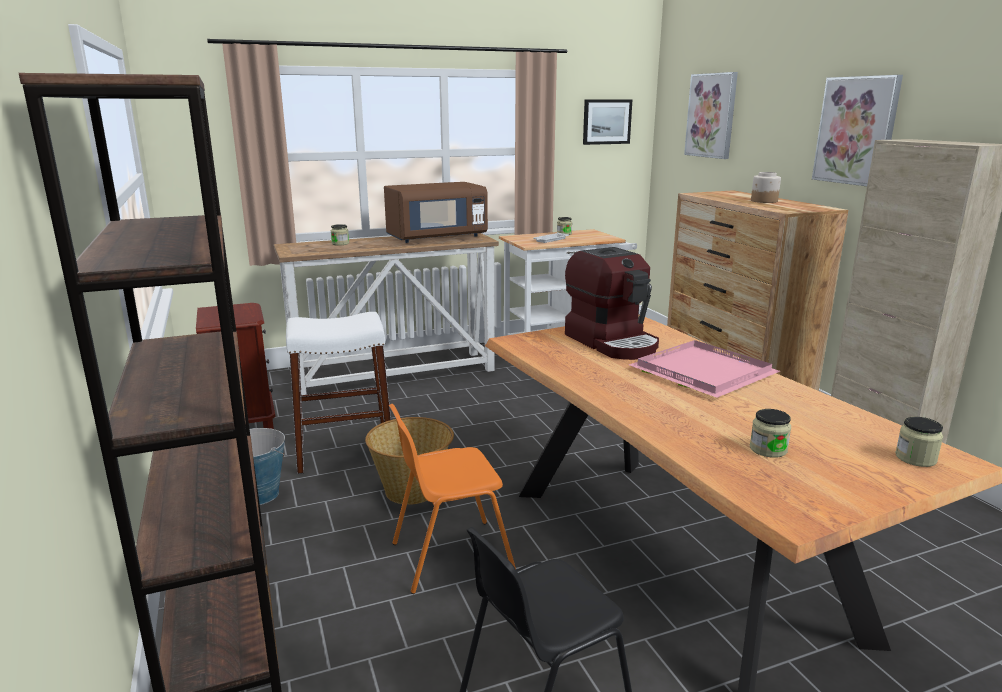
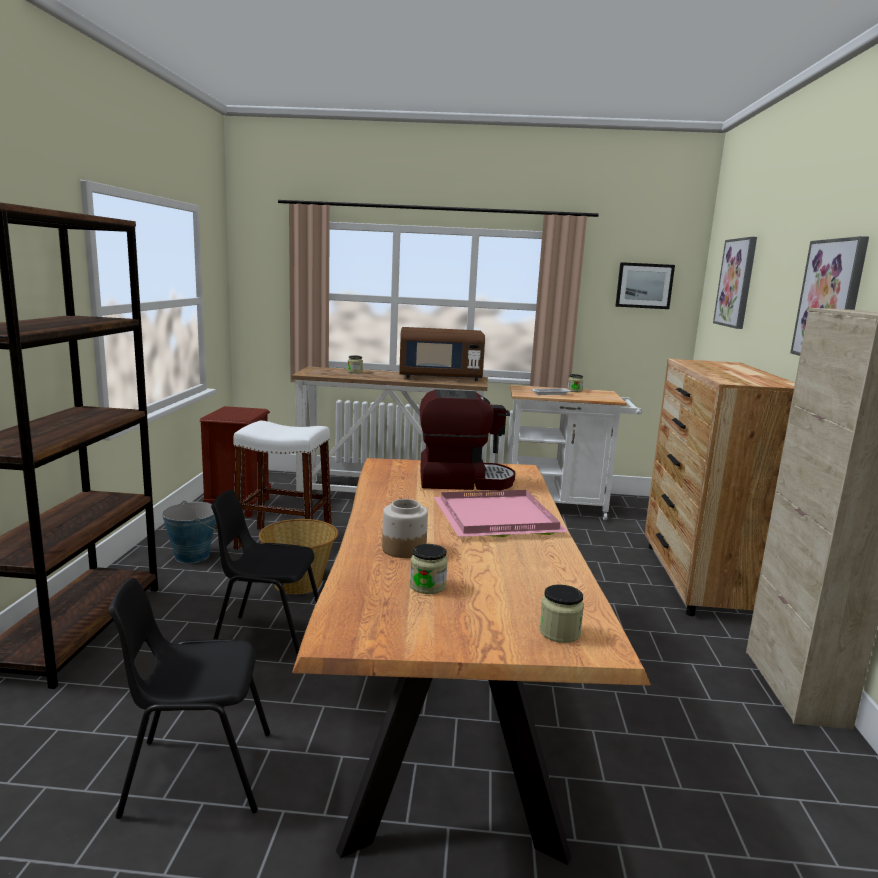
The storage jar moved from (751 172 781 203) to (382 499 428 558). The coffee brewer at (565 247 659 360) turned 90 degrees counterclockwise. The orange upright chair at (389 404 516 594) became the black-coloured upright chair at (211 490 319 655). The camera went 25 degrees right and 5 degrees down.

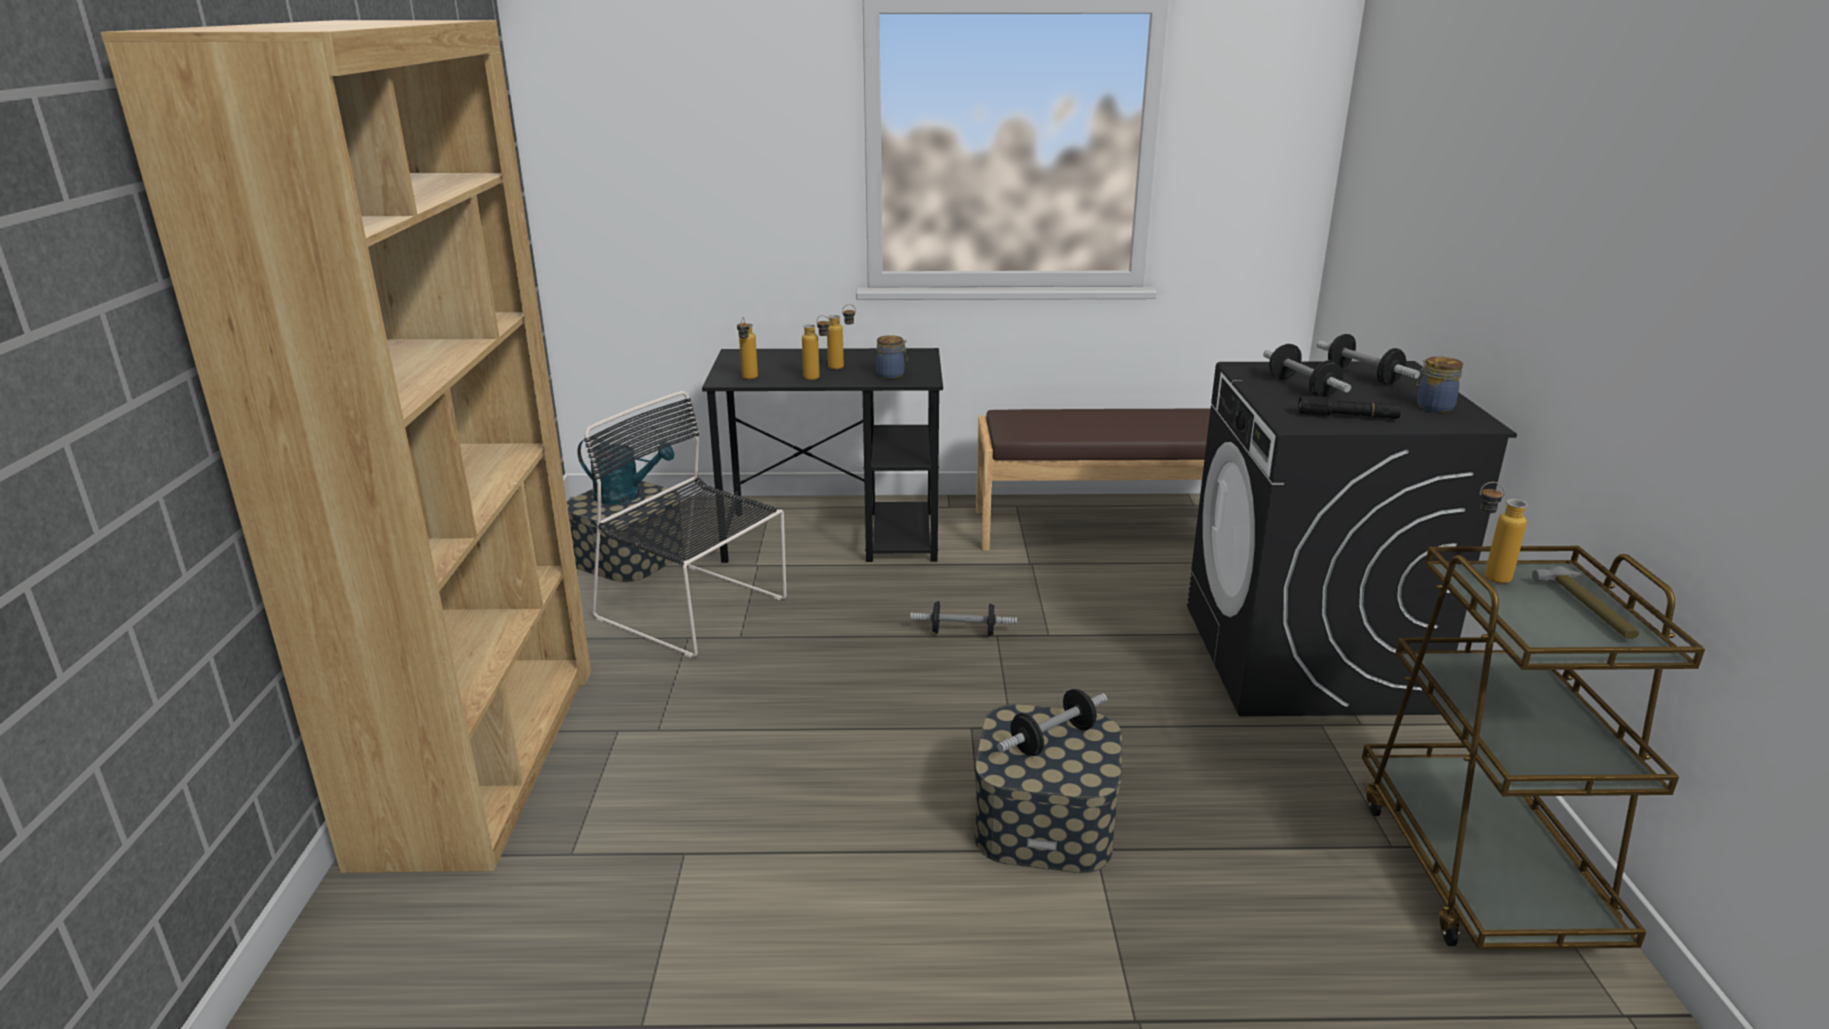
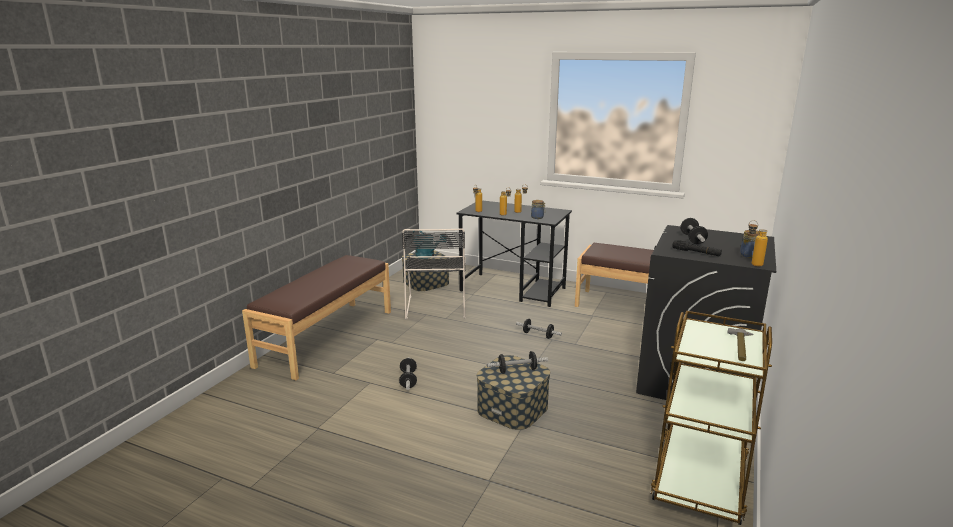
The brown shelving unit at (100 20 591 873) was replaced by the brown long seat at (242 255 391 380). The free weight moved from (1317 334 1420 385) to (399 357 417 390). The black-coloured upright chair at (584 391 787 658) turned 150 degrees counterclockwise. The drink bottle moved from (1480 482 1528 583) to (749 220 768 266). The camera went 25 degrees right and 5 degrees down.

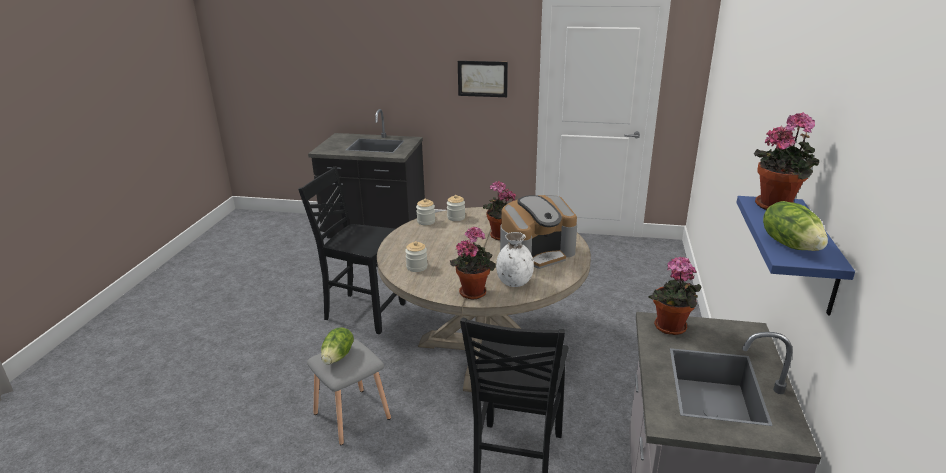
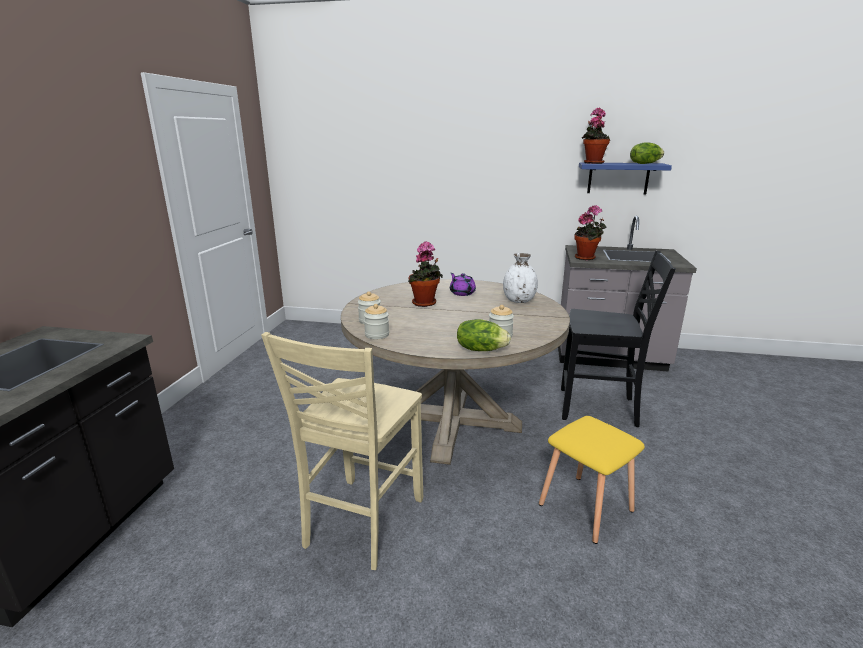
The wall picture at (458 61 508 97) disappeared. The black-coloured upright chair at (298 167 406 334) became the beige upright chair at (261 332 423 570). The coffee brewer at (500 195 577 269) was replaced by the purple-coloured pot for tea at (450 273 476 296). The plant in a pot at (450 226 496 299) disappeared. The head of lettuce moved from (321 327 354 364) to (457 319 511 351). The grey stool seat at (307 339 391 445) became the yellow-coloured stool seat at (539 416 645 544). The camera went 90 degrees left and 5 degrees down.

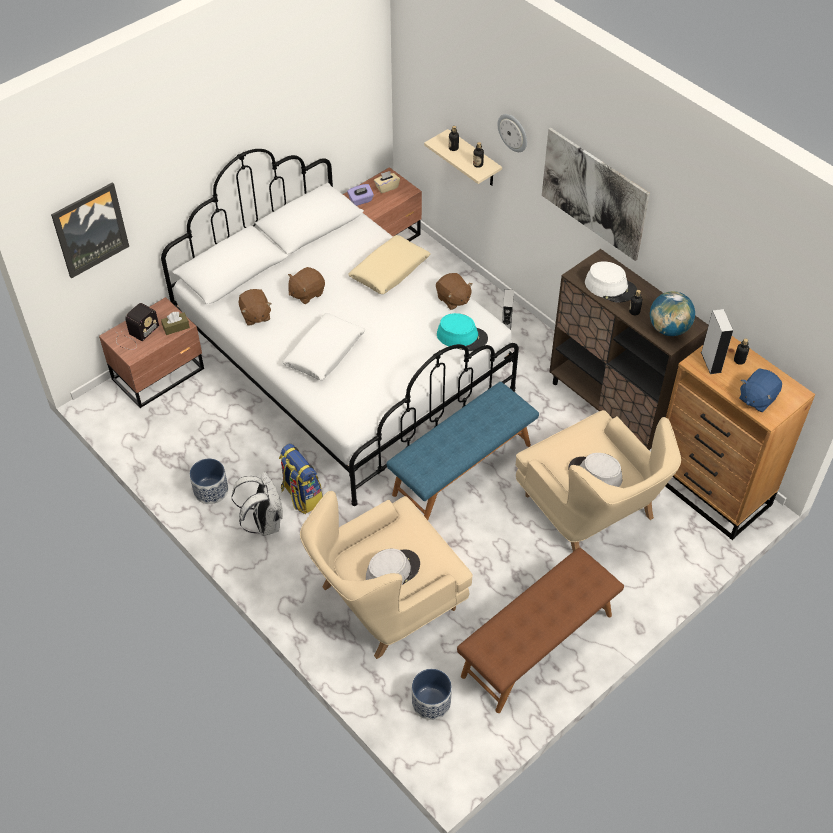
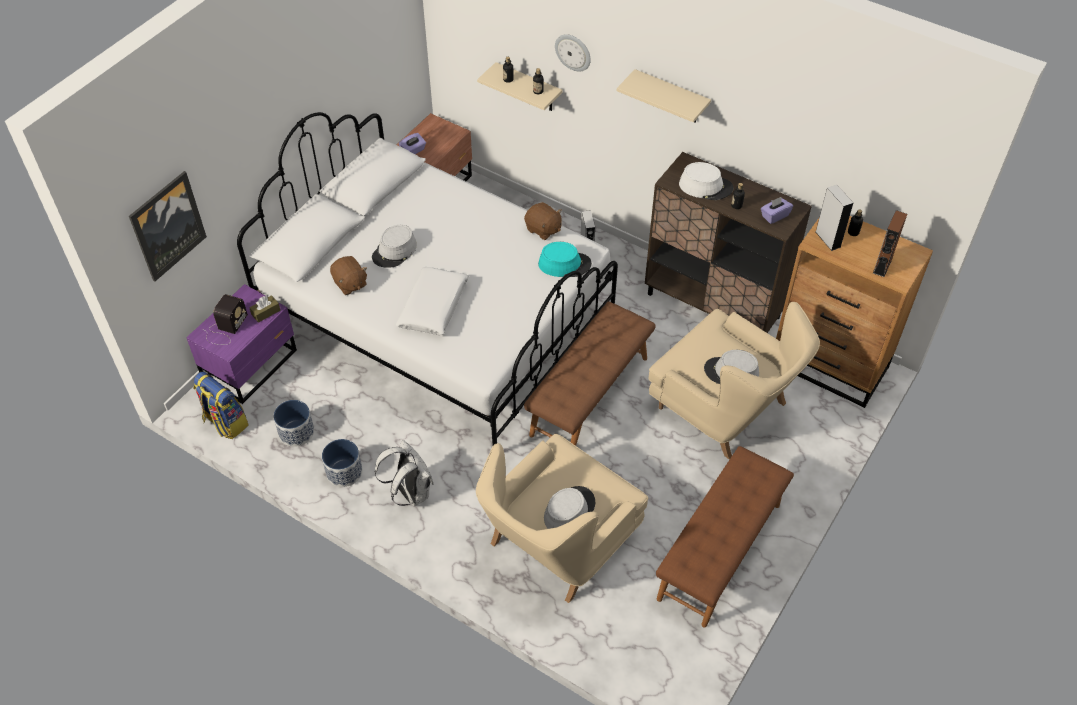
The wall picture at (542 128 650 261) was replaced by the beige wall shelf at (617 69 711 123). The beige tissue holder at (374 171 400 193) disappeared. The beige cushion at (348 235 431 294) disappeared. The brown soft toy at (288 267 325 304) was replaced by the grey clothing hat at (372 225 417 268). The globe at (650 291 695 336) was replaced by the purple-coloured tissue holder at (761 196 793 224). The brown night table at (99 297 204 408) became the purple-coloured night table at (186 284 297 404). The bluish soft toy at (739 369 782 412) was replaced by the brown speaker at (873 210 907 277). The bluish long seat at (387 382 539 520) became the brown long seat at (524 302 656 446). The rucksack moved from (279 443 323 514) to (193 372 249 439). The planter moved from (412 669 452 720) to (273 400 314 447). The camera went 15 degrees left and 0 degrees up.

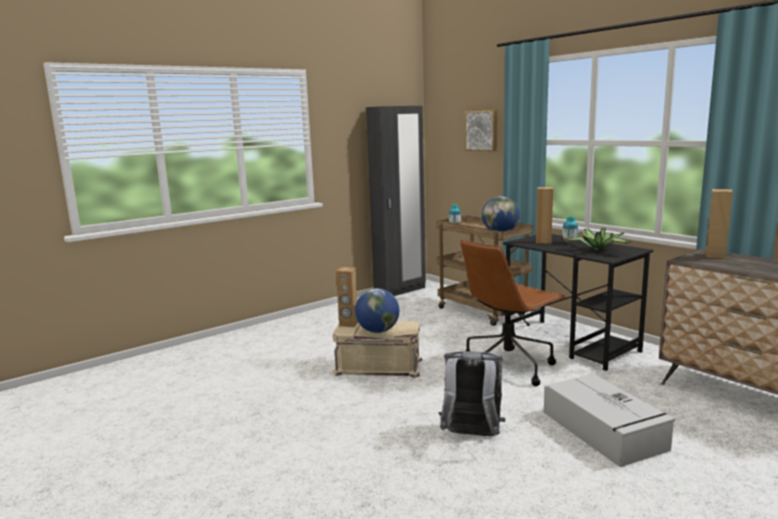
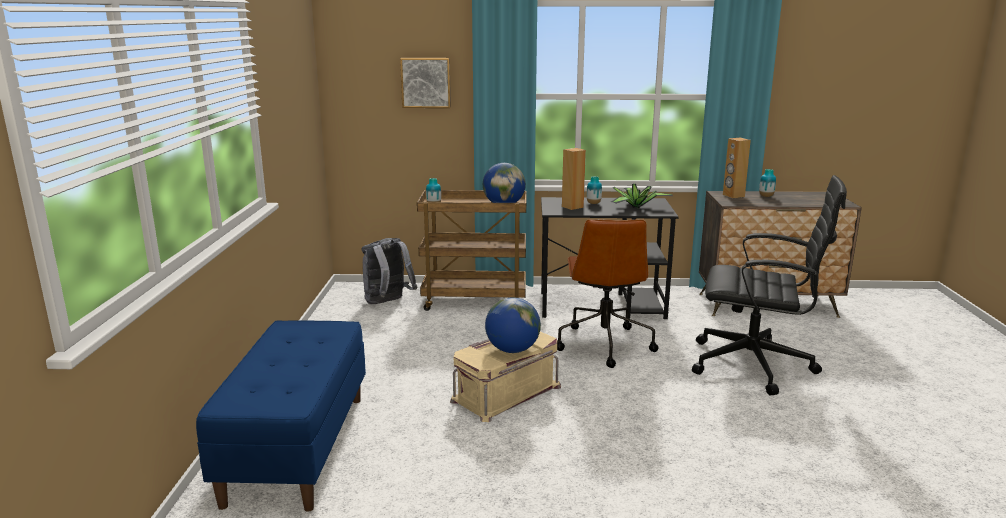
The black-coloured armoire at (366 106 426 296) disappeared. The brown speaker at (336 267 358 327) disappeared. The grey rucksack moved from (438 351 505 436) to (362 238 418 304). The grey storage container at (544 374 675 467) was replaced by the black-coloured computer chair at (692 175 847 396). The decorative vase at (759 169 776 197) appeared. The bluish long seat at (196 320 366 512) appeared. The camera went 50 degrees left and 5 degrees up.

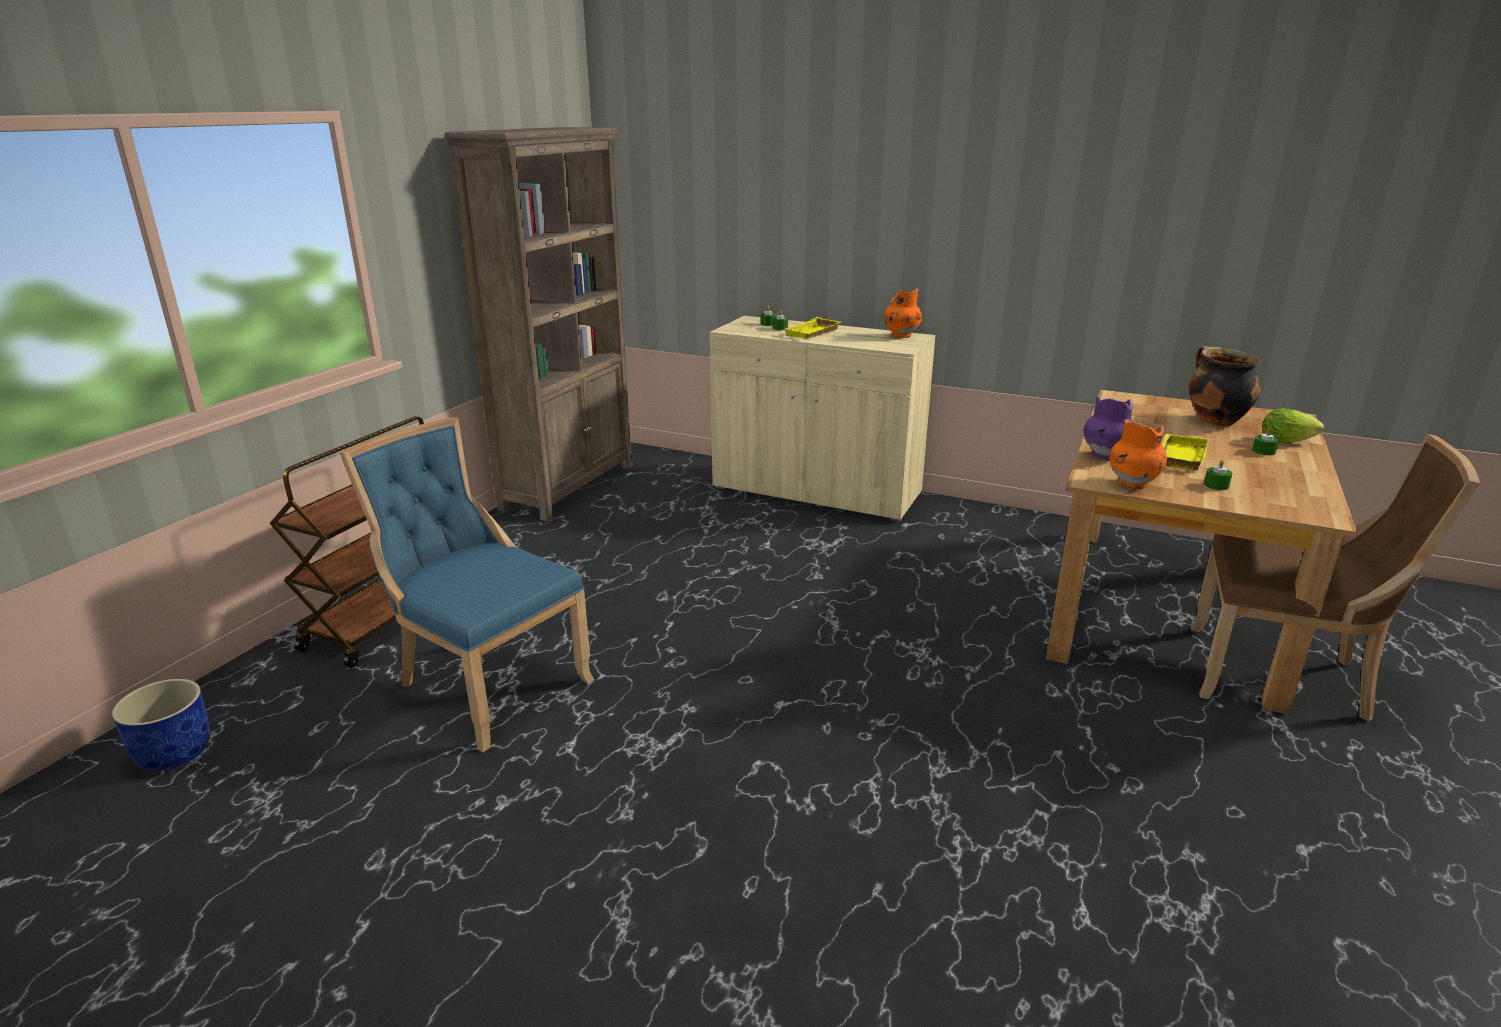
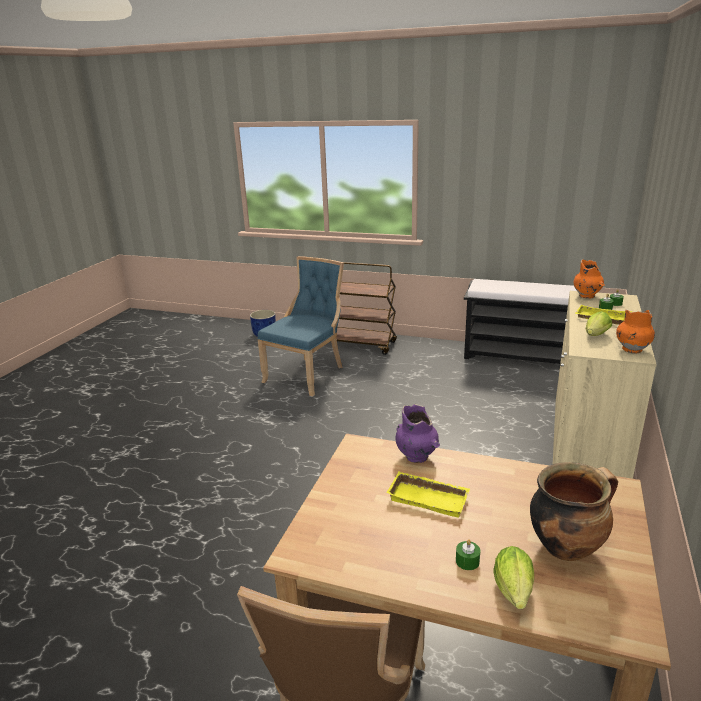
The brown shelving unit at (444 127 633 522) was replaced by the black-coloured long seat at (464 279 577 364). The orange decorative vase moved from (1109 419 1167 489) to (574 259 605 298). The green wax light at (1204 460 1233 490) disappeared. The head of lettuce at (586 311 612 336) appeared. The camera went 85 degrees right and 0 degrees up.

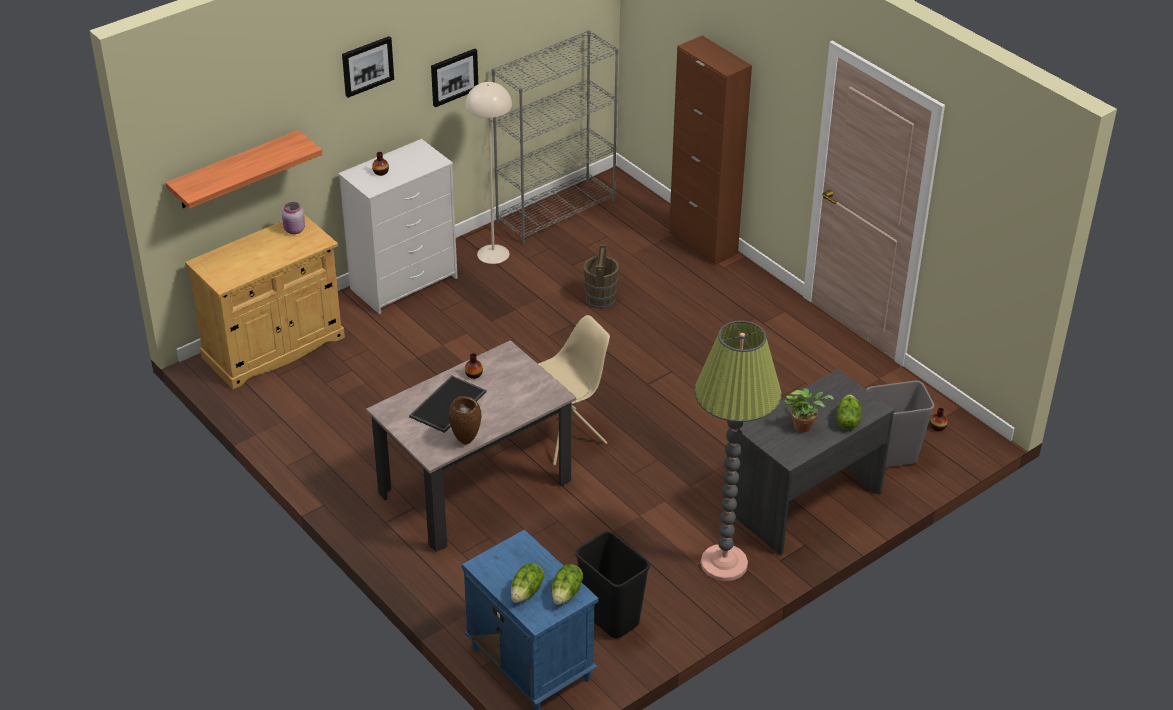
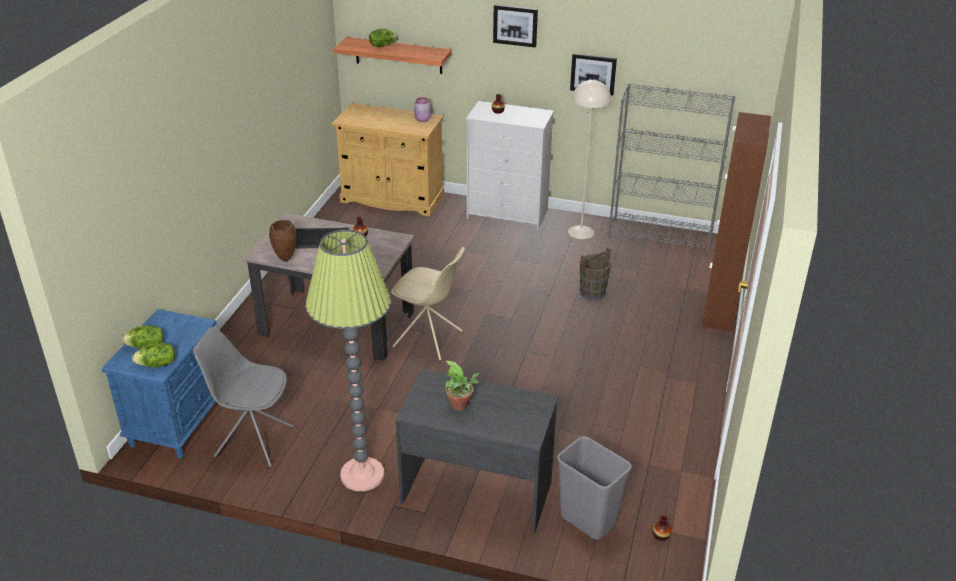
The head of lettuce moved from (837 395 861 429) to (369 29 398 47). The black-coloured waste bin at (575 531 650 638) was replaced by the grey upright chair at (193 327 294 467). The camera went 55 degrees right and 5 degrees down.

